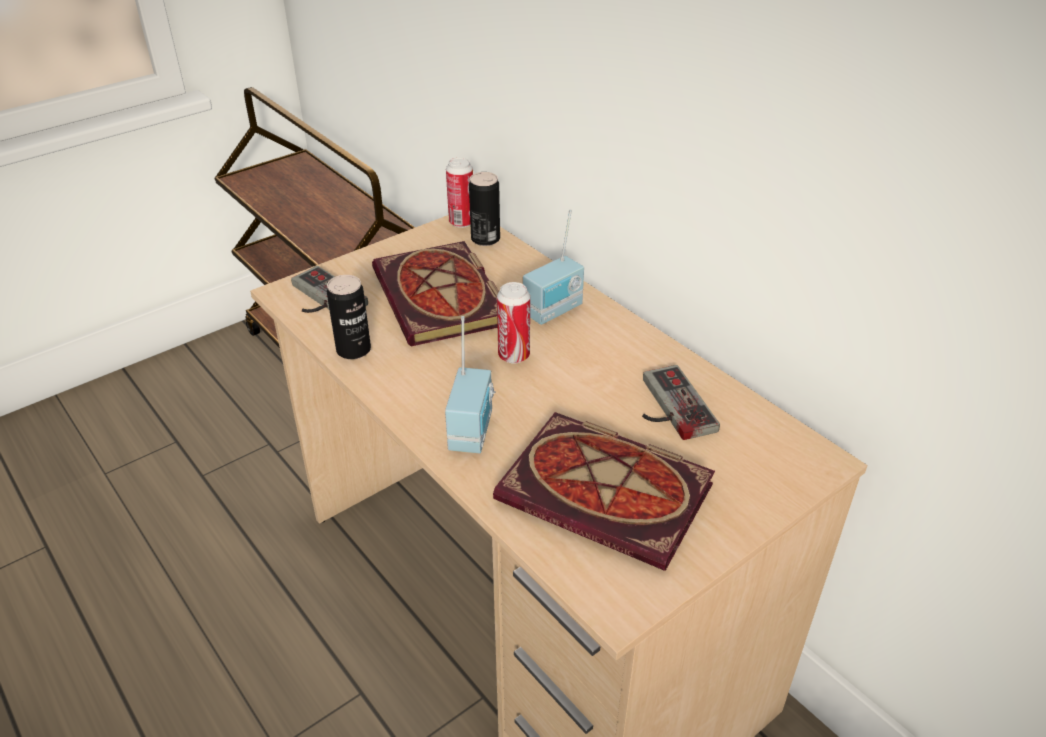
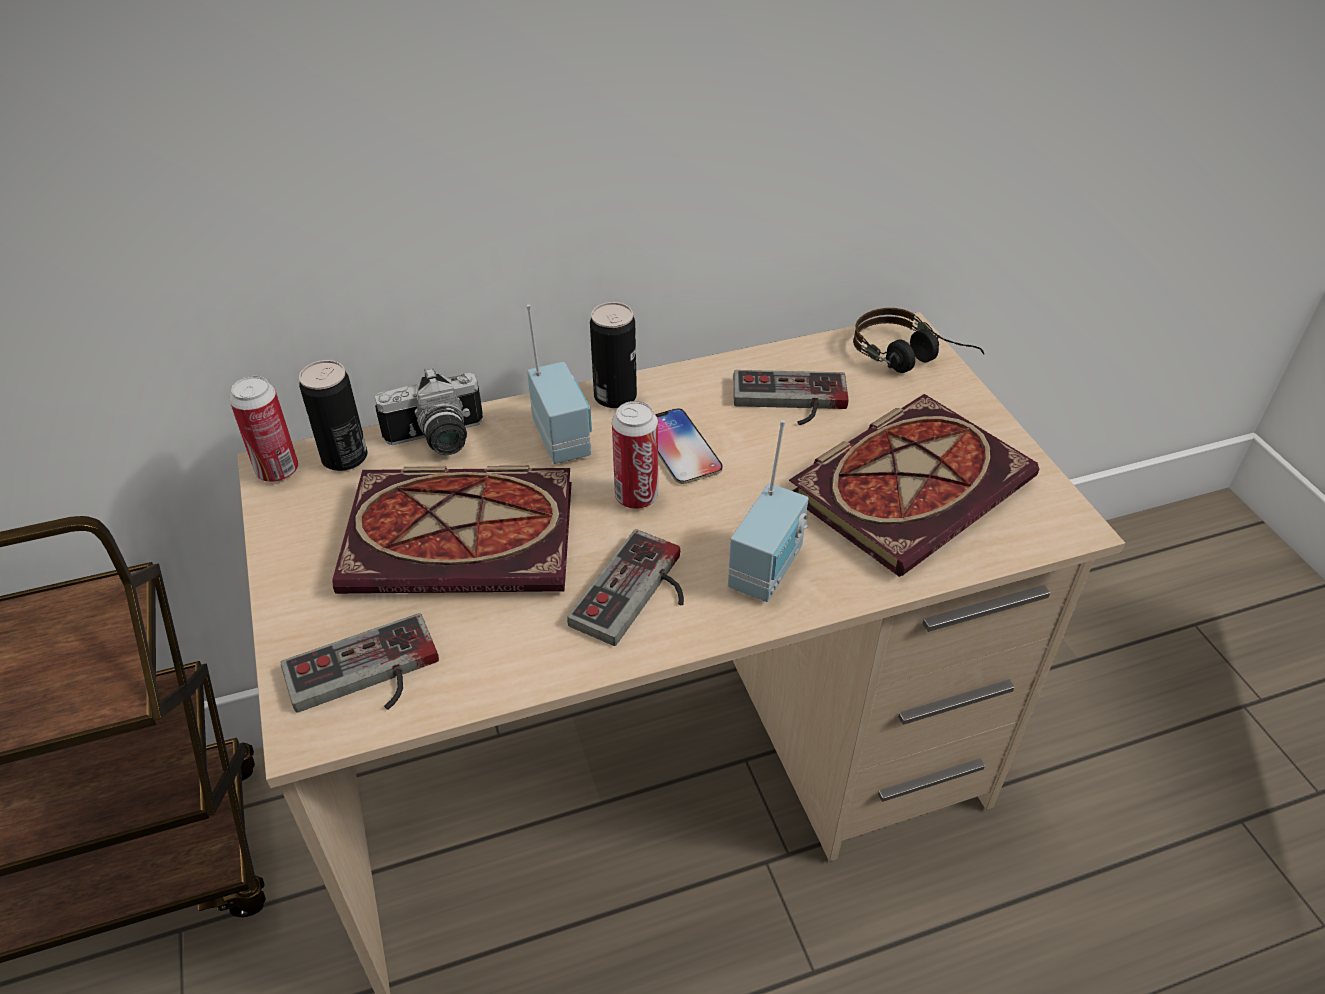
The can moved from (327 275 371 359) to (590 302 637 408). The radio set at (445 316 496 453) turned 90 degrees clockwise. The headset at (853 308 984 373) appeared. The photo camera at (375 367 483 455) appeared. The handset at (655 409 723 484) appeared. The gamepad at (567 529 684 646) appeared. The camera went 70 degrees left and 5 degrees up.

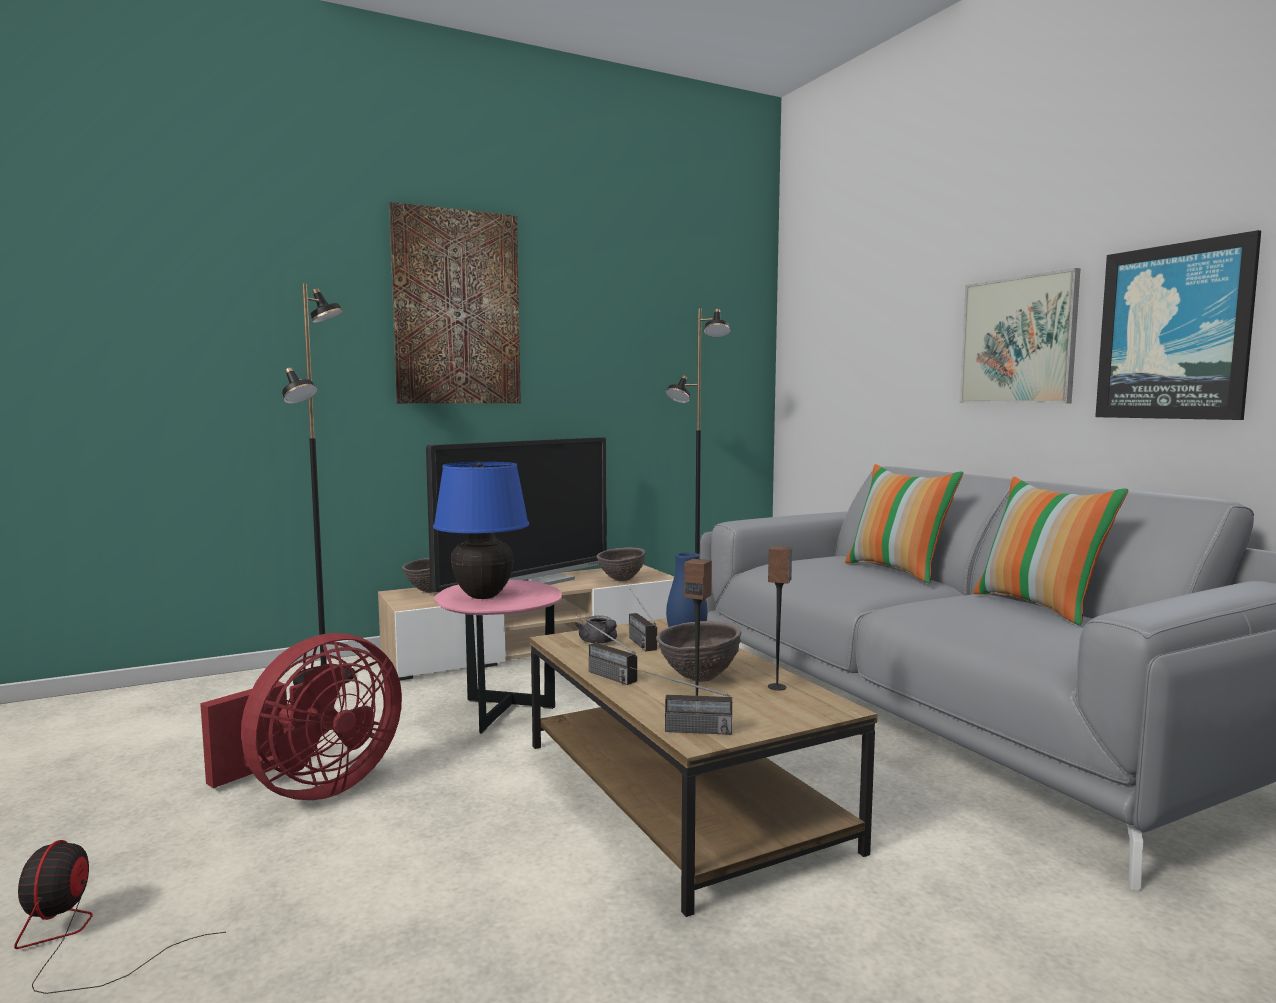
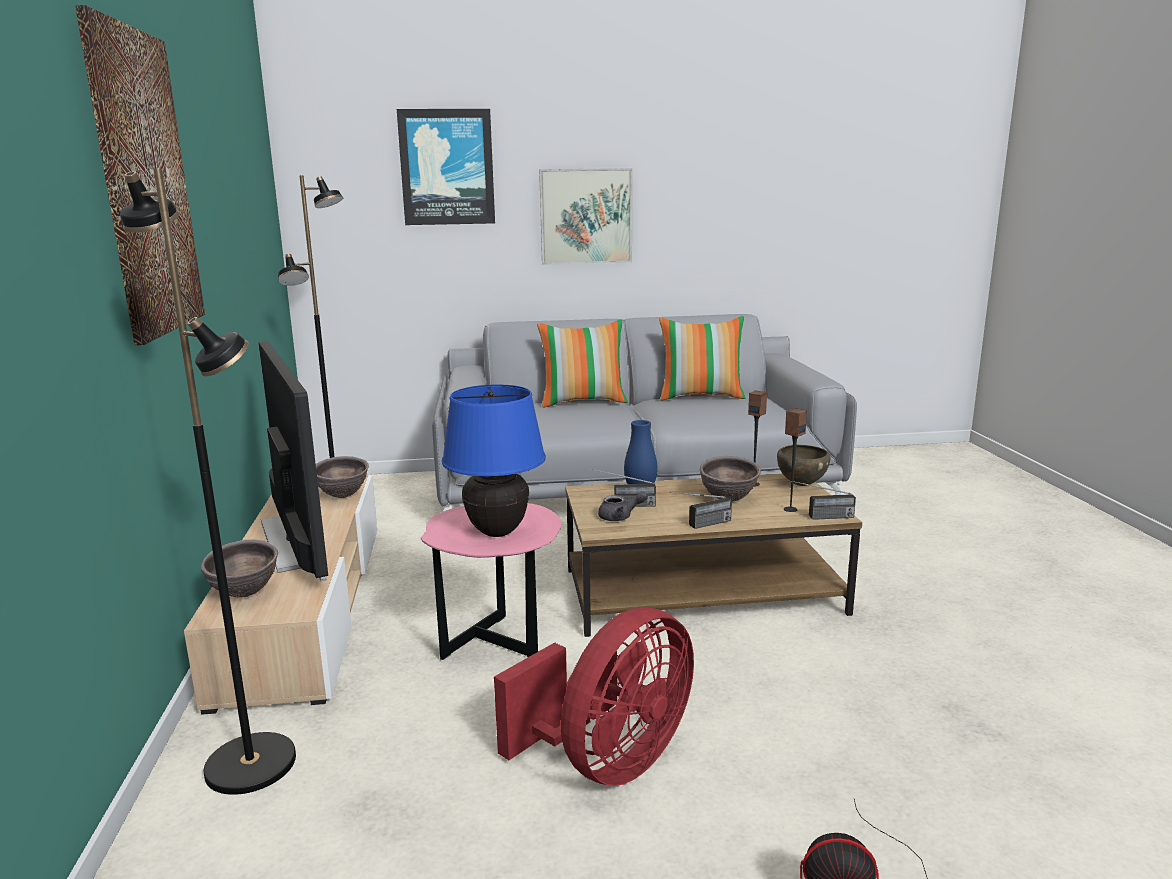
The wall picture moved from (1095 230 1261 420) to (397 109 495 225). The red cooling fan at (200 633 402 800) turned 75 degrees clockwise. The radio set at (631 667 732 735) turned 60 degrees clockwise. The brown serving bowl at (777 445 831 486) appeared. The camera went 70 degrees left and 10 degrees up.

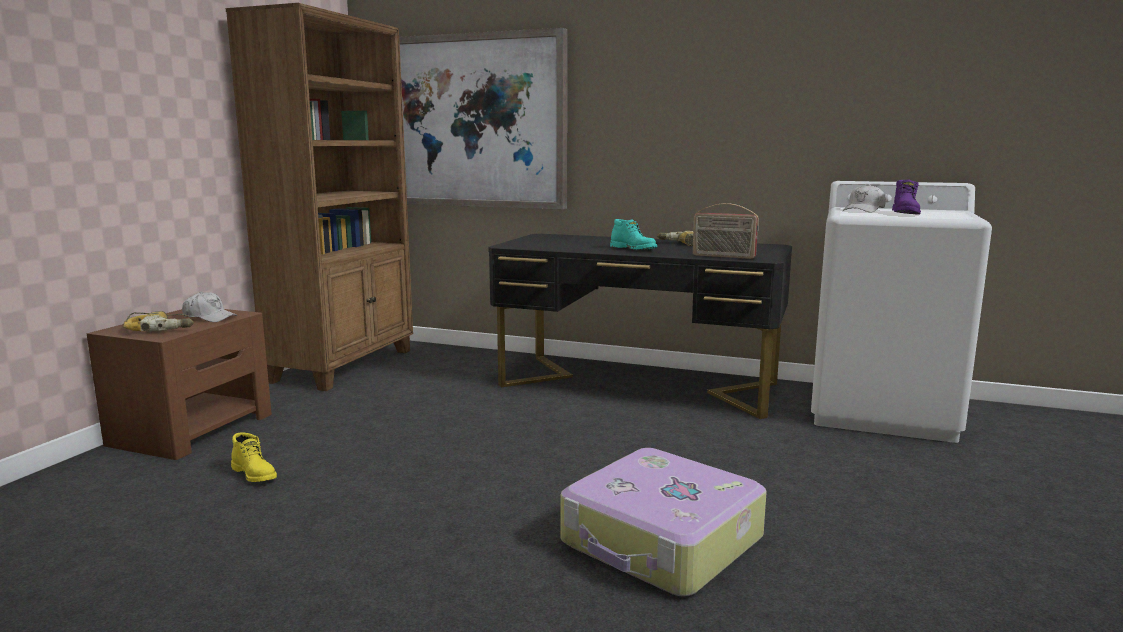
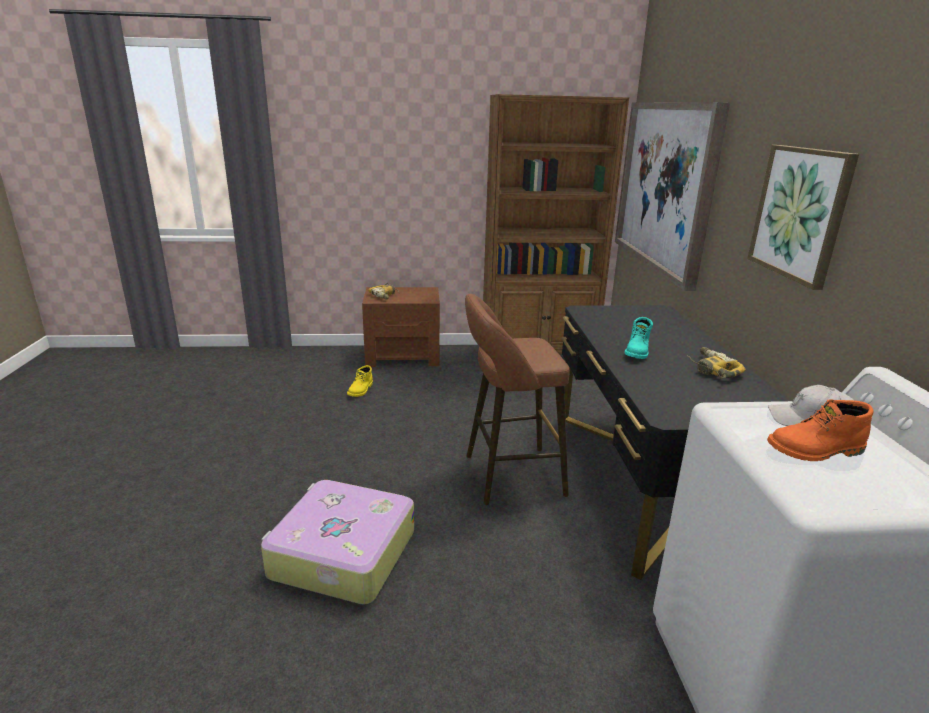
The purple-coloured boot at (892 180 921 215) became the orange boot at (767 399 874 461). The radio set at (693 203 759 259) disappeared. The white cap at (182 292 237 322) disappeared. The wall picture at (747 145 859 290) appeared. The brown stool seat at (465 294 570 505) appeared. The camera went 65 degrees right and 10 degrees up.

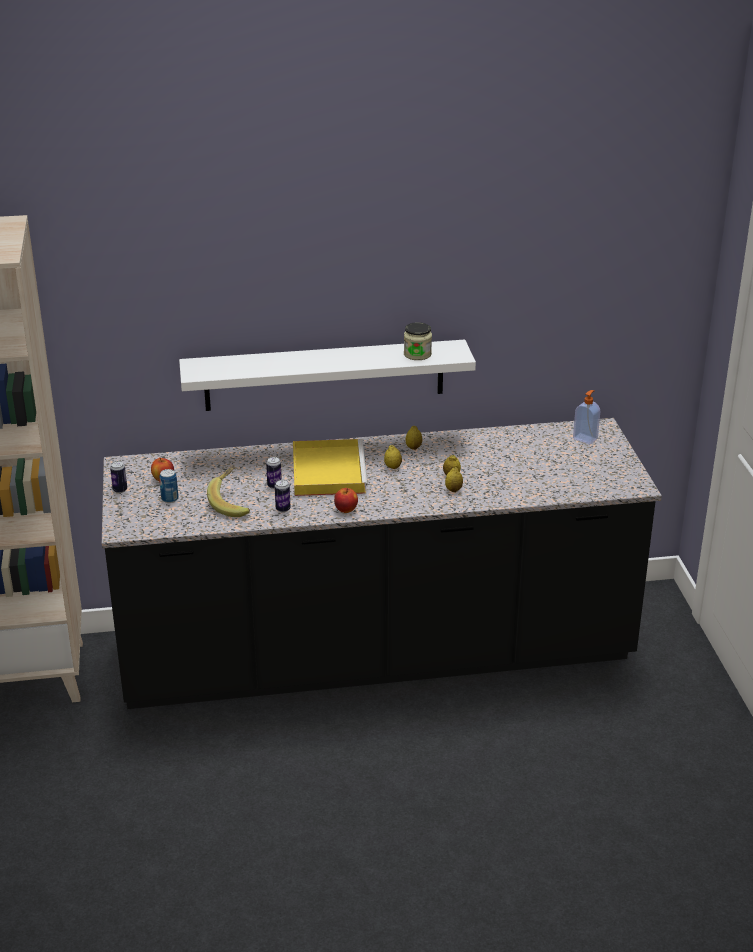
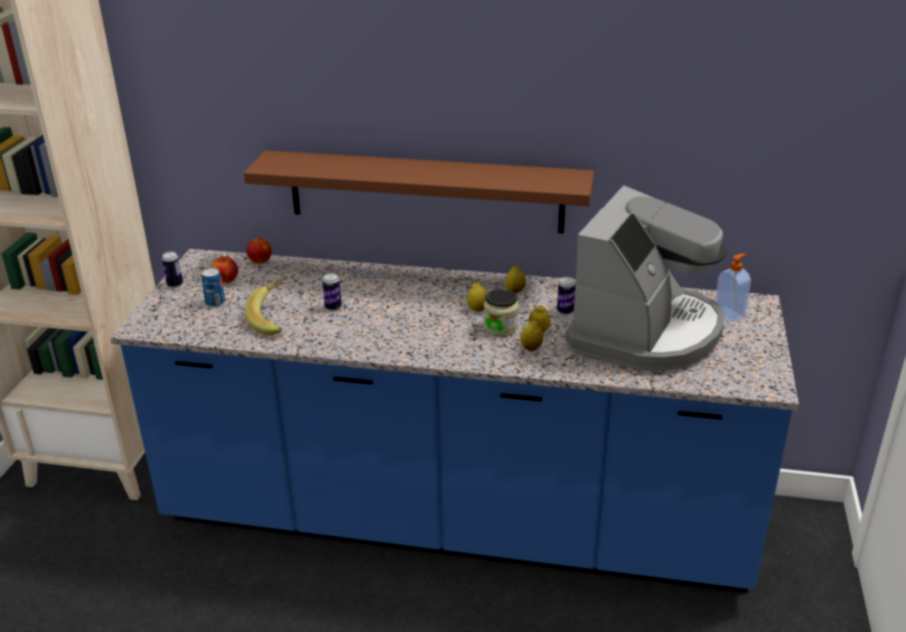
The storage jar moved from (404 322 432 360) to (484 289 519 336). The white wall shelf at (179 340 476 411) became the brown wall shelf at (244 150 594 233). The black-coloured kitchen counter at (102 418 662 709) became the bluish kitchen counter at (110 249 799 593). The yellow-coloured tray at (293 439 368 496) disappeared. The can moved from (275 480 290 512) to (557 277 576 315). The apple fruit moved from (334 488 358 513) to (246 238 272 264). The coffee brewer at (565 186 727 371) appeared. The camera went 20 degrees right and 0 degrees up.

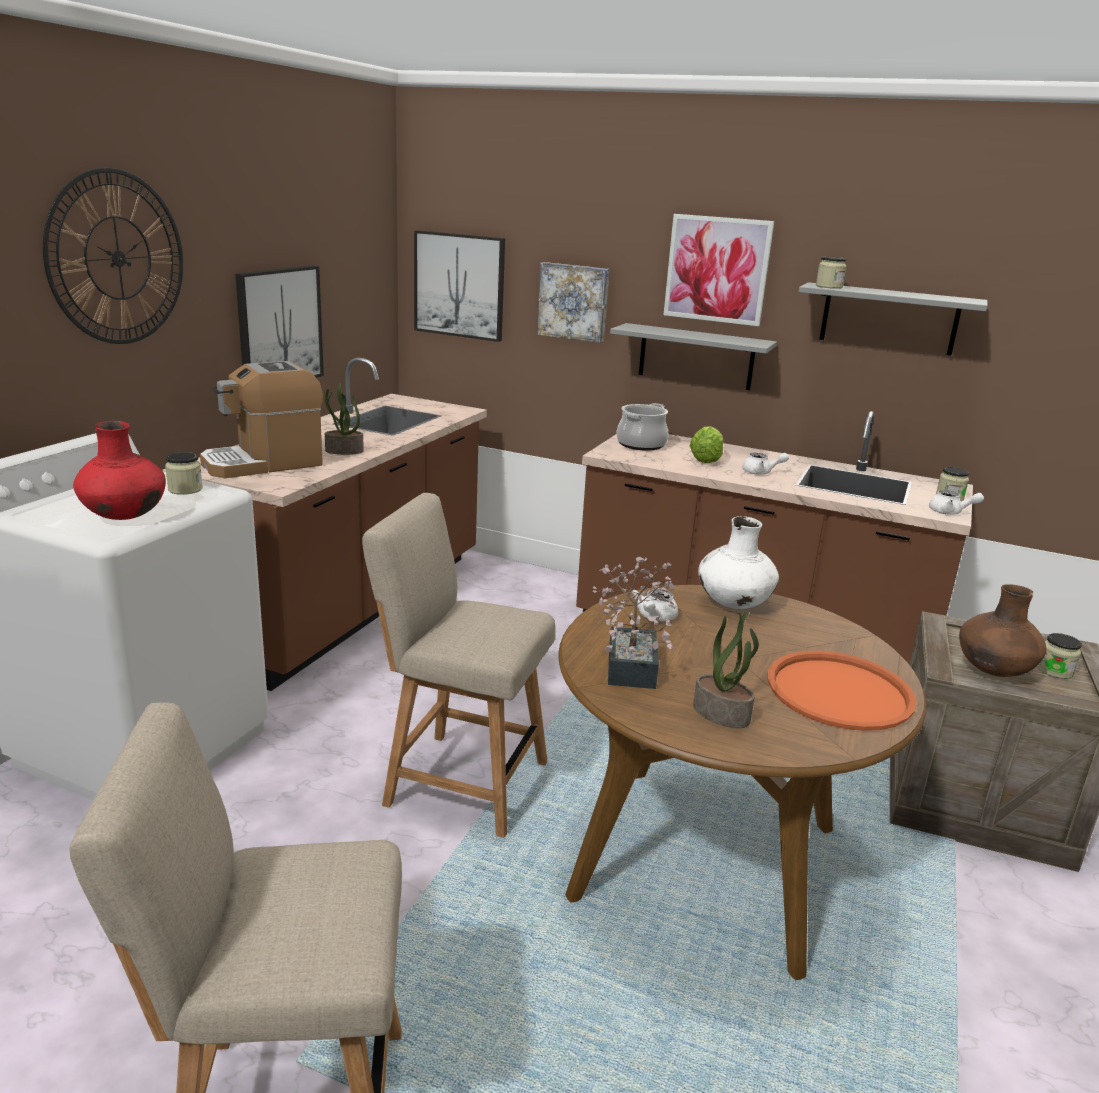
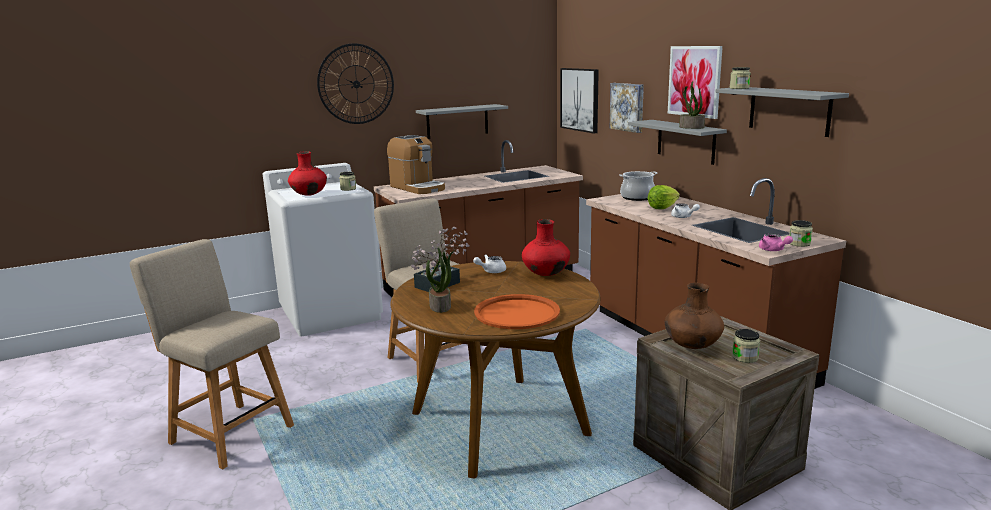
The wall picture at (235 266 324 378) was replaced by the grey wall shelf at (416 104 508 139). The coffee brewer at (200 361 323 478) turned 135 degrees counterclockwise. The plant in a pot moved from (325 383 364 455) to (679 81 705 129). The white pot for tea at (929 490 984 515) became the pink pot for tea at (759 234 793 251). The white decorative vase at (698 516 779 609) became the red decorative vase at (522 219 570 276). The camera went 40 degrees right and 5 degrees down.

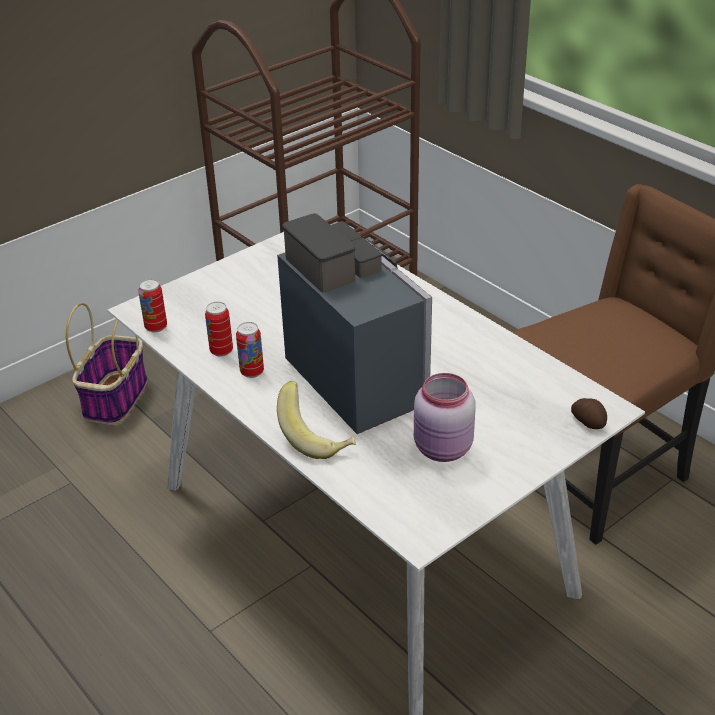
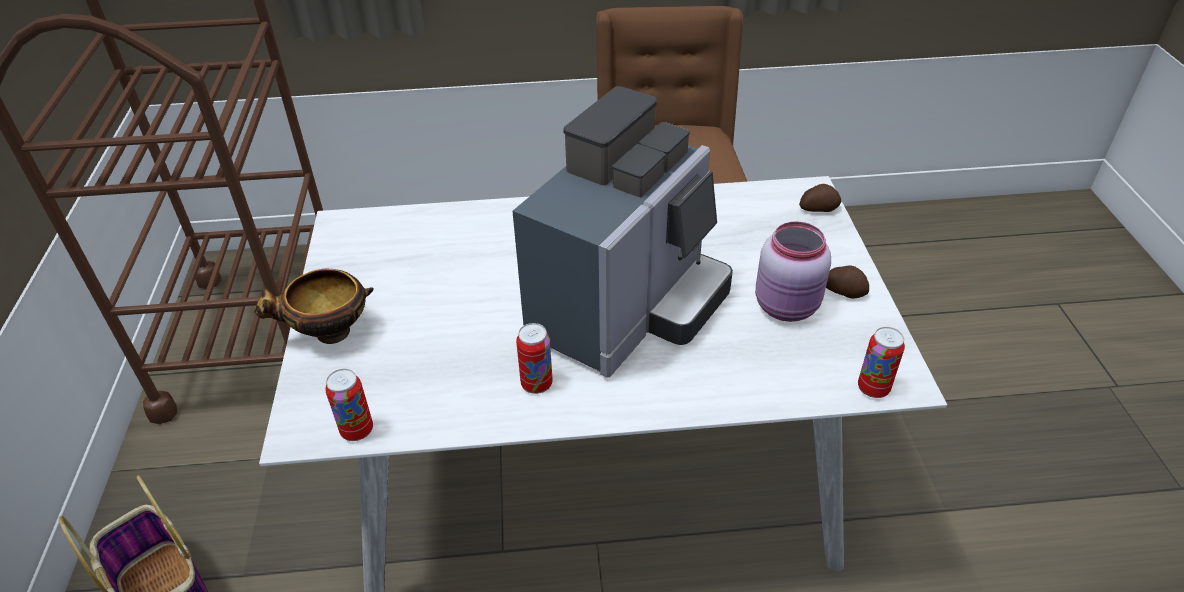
The coffee brewer at (277 213 432 434) turned 120 degrees clockwise. The can moved from (205 302 233 357) to (858 327 905 398). The whole banana at (277 381 356 459) disappeared. The whole potato at (826 265 869 298) appeared. The serving bowl at (254 268 374 344) appeared. The camera went 55 degrees left and 5 degrees up.

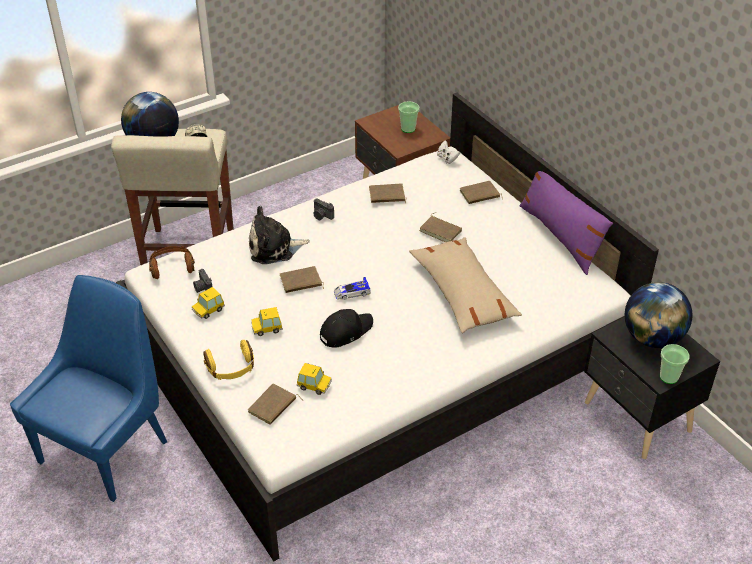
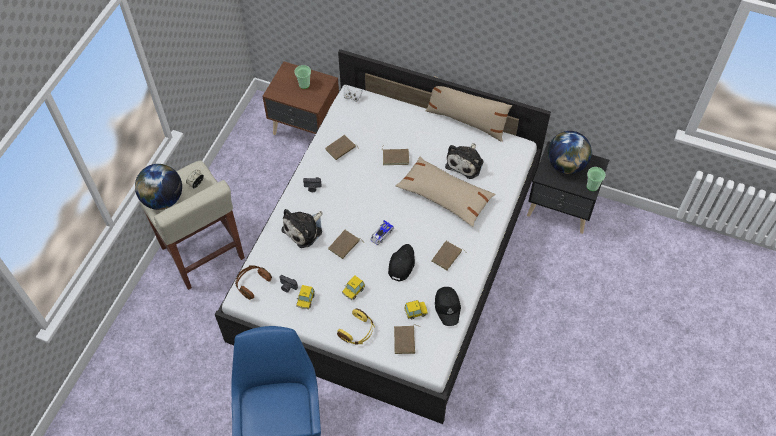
The purple-coloured cushion at (519 158 613 275) became the beige cushion at (426 76 512 142). The brown bound book moved from (460 181 503 204) to (432 241 467 270). The soft toy at (445 143 484 179) appeared. The black-coloured cap at (435 287 461 326) appeared. The camera went 35 degrees left and 15 degrees up.

